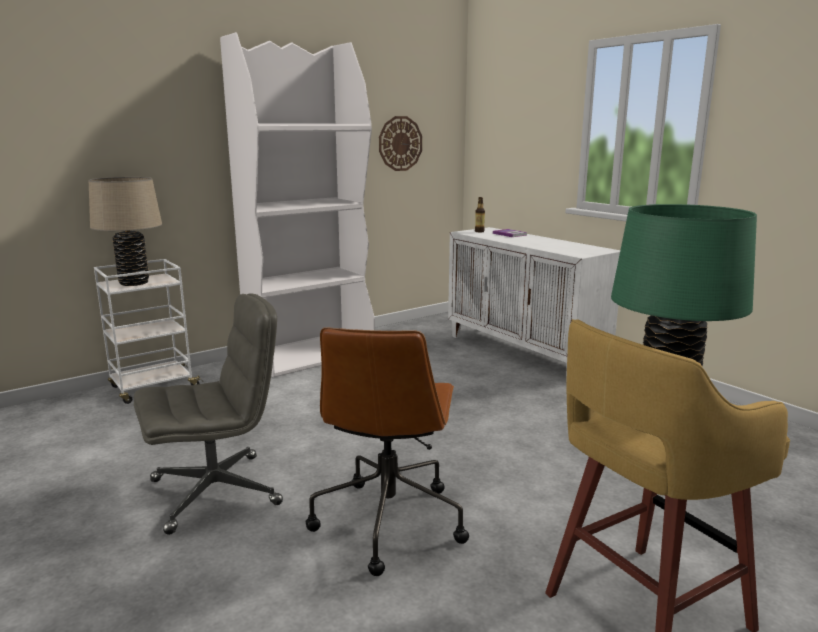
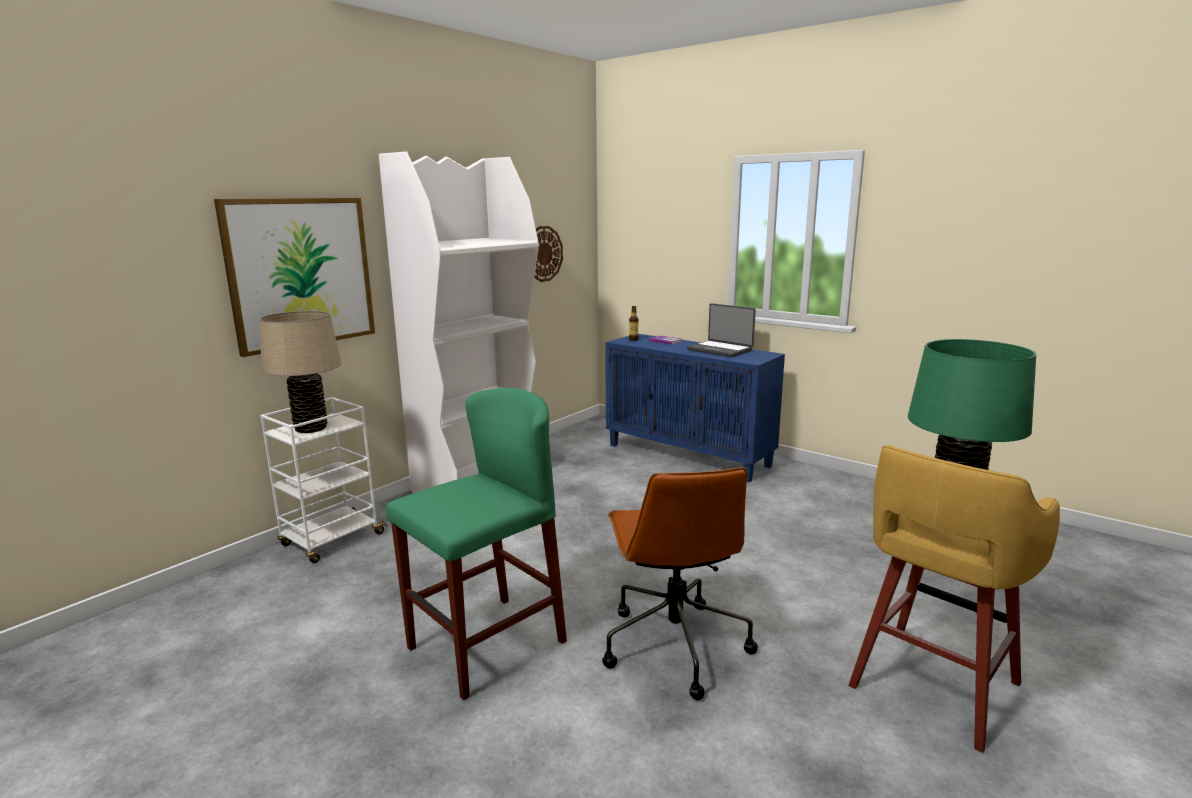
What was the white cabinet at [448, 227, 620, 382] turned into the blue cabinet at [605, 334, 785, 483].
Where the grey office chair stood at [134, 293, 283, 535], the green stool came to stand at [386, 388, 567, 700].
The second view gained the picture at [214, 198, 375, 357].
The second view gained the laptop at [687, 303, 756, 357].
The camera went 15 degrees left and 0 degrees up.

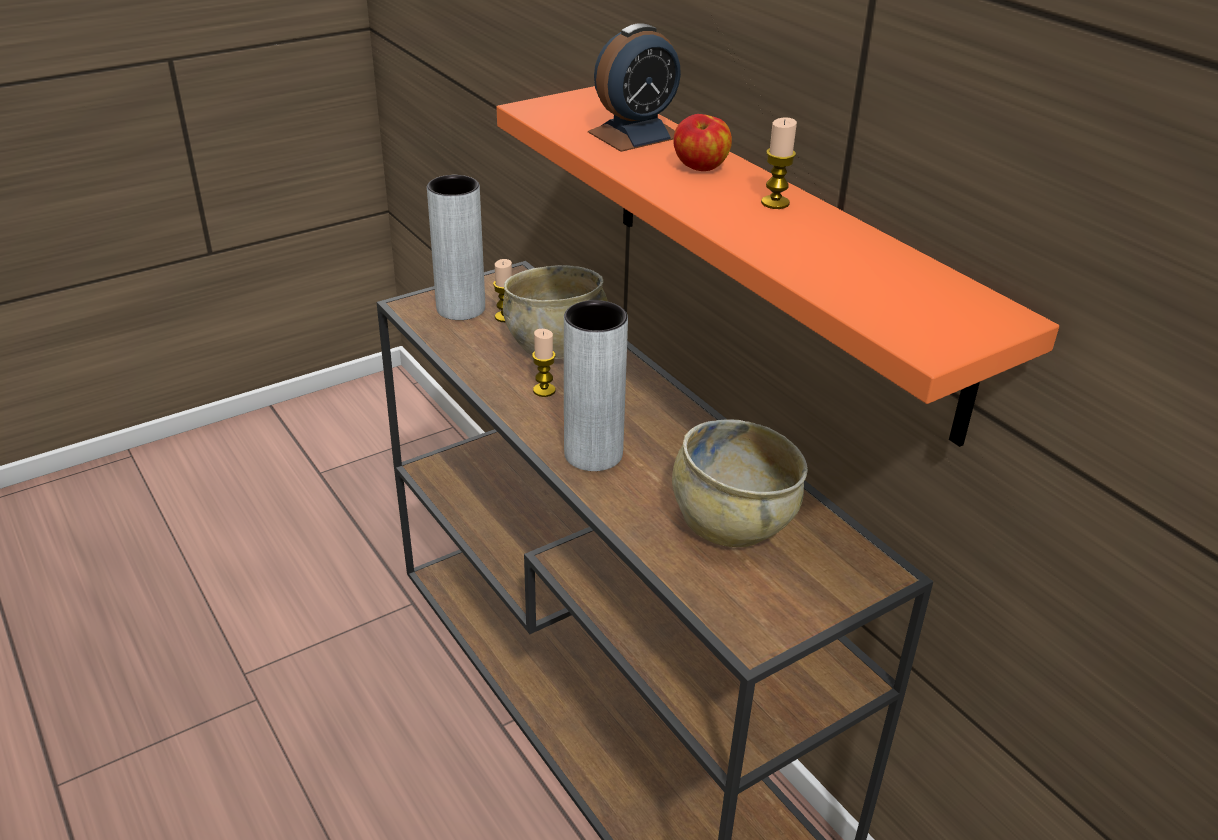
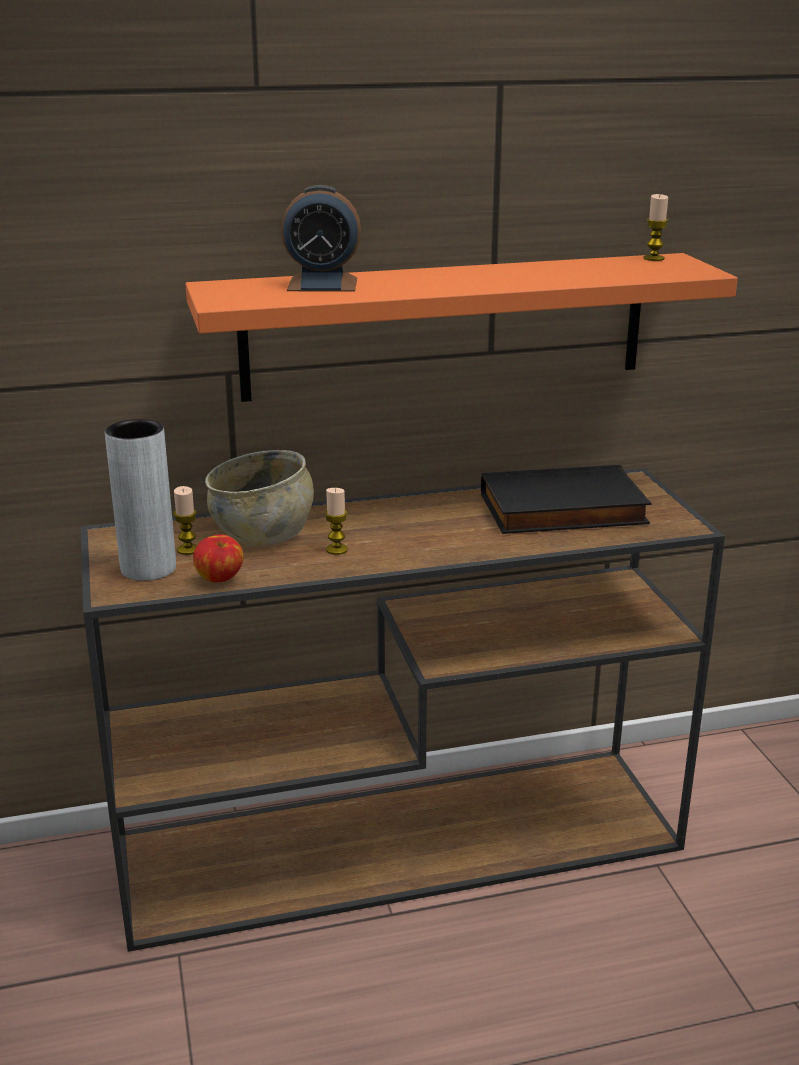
The alarm clock at [588, 23, 681, 152] ended up facing another way, 105 degrees clockwise from before.
The apple ended up elsewhere, having gone from [673, 114, 732, 171] to [193, 534, 244, 583].
The candle ended up elsewhere, having gone from [761, 117, 797, 209] to [644, 194, 668, 261].
The second view lost the grey vase at [564, 300, 628, 471].
Where the beige bowl stood at [672, 419, 808, 547], the black book came to stand at [481, 465, 652, 534].
The camera went 70 degrees left and 10 degrees down.

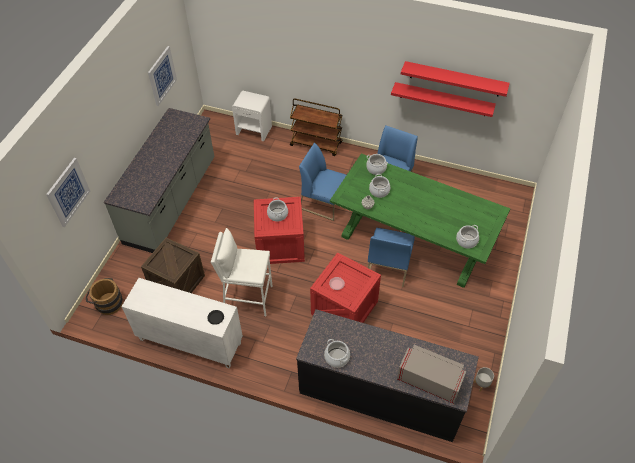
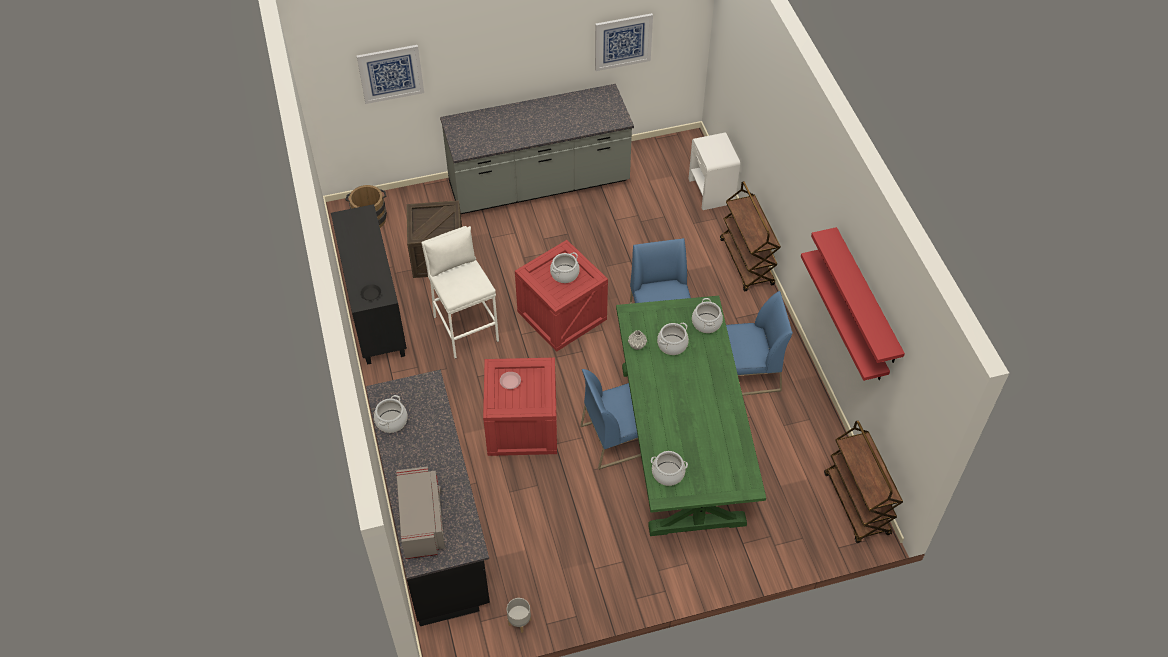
What was the white cabinet at [121, 278, 243, 368] turned into the black cabinet at [331, 204, 407, 365].
The second view gained the brown cart at [824, 421, 903, 543].
The camera went 55 degrees right and 0 degrees up.

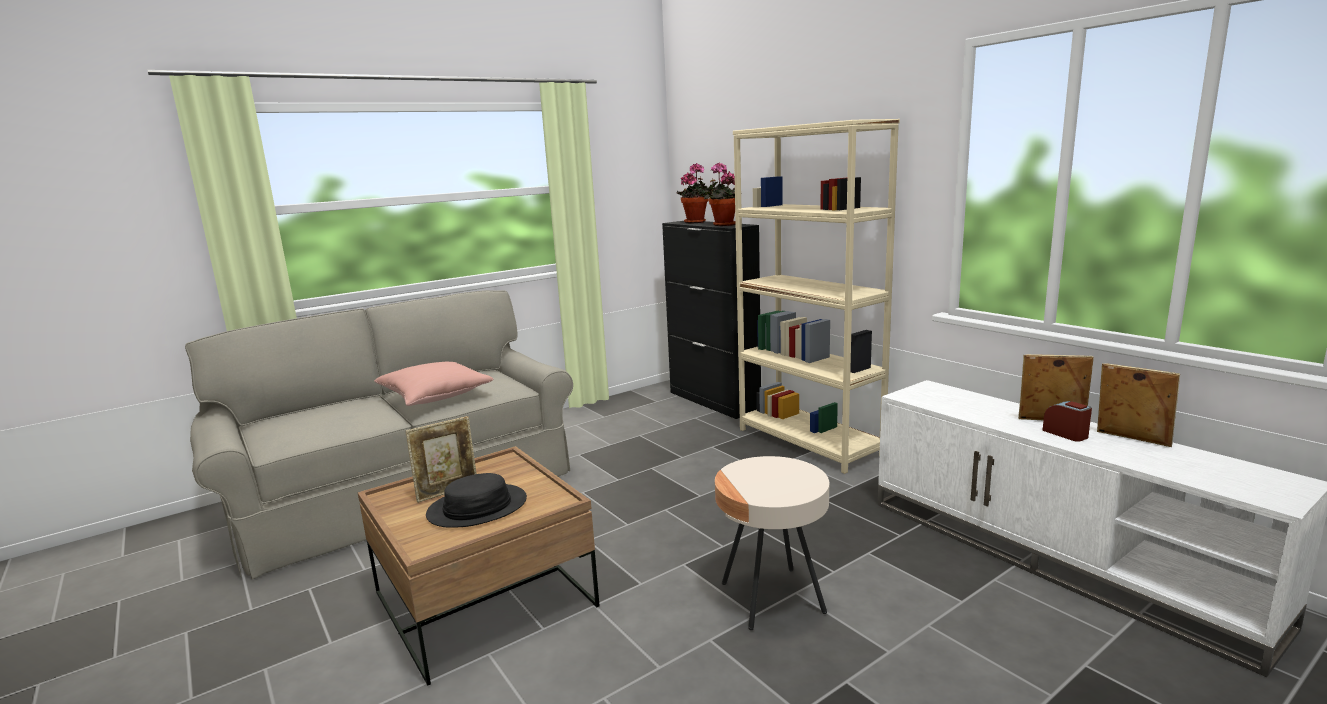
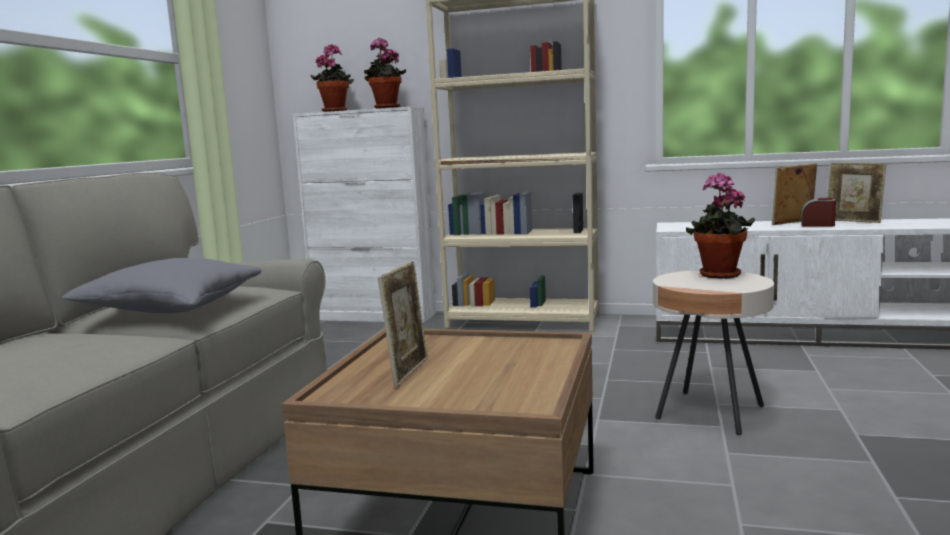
What was the black cabinet at [662, 221, 761, 419] turned into the white cabinet at [293, 107, 436, 323].
What was the pink pillow at [374, 362, 493, 406] turned into the grey pillow at [62, 258, 262, 313].
The picture frame at [1097, 363, 1180, 447] ended up facing another way, 150 degrees counterclockwise from before.
The second view lost the black hat at [426, 473, 527, 528].
The second view gained the potted plant at [686, 173, 755, 279].
The camera went 40 degrees left and 5 degrees down.

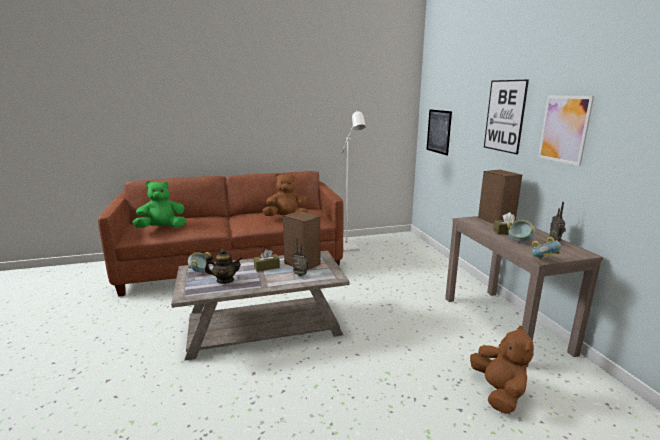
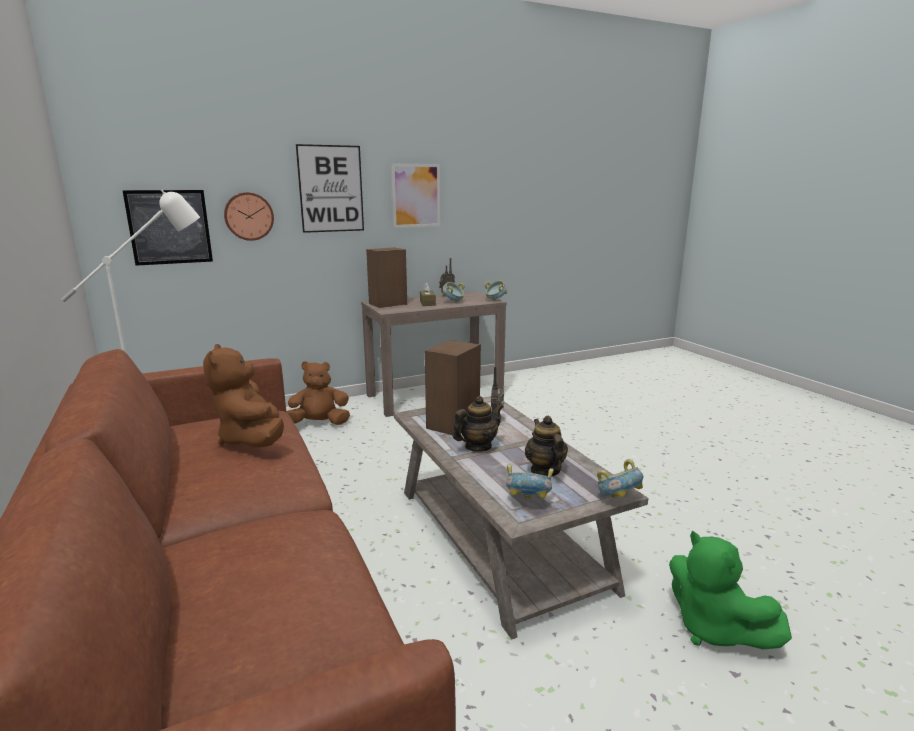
The green plush toy ended up elsewhere, having gone from [132, 181, 186, 228] to [669, 531, 792, 649].
Where the brown tissue box stood at [254, 249, 280, 272], the teapot came to stand at [452, 396, 503, 452].
The brown plush toy ended up elsewhere, having gone from [470, 325, 534, 414] to [286, 361, 350, 425].
The second view gained the wall clock at [224, 192, 274, 241].
The second view gained the bowl at [597, 459, 643, 498].
The camera went 100 degrees left and 0 degrees up.

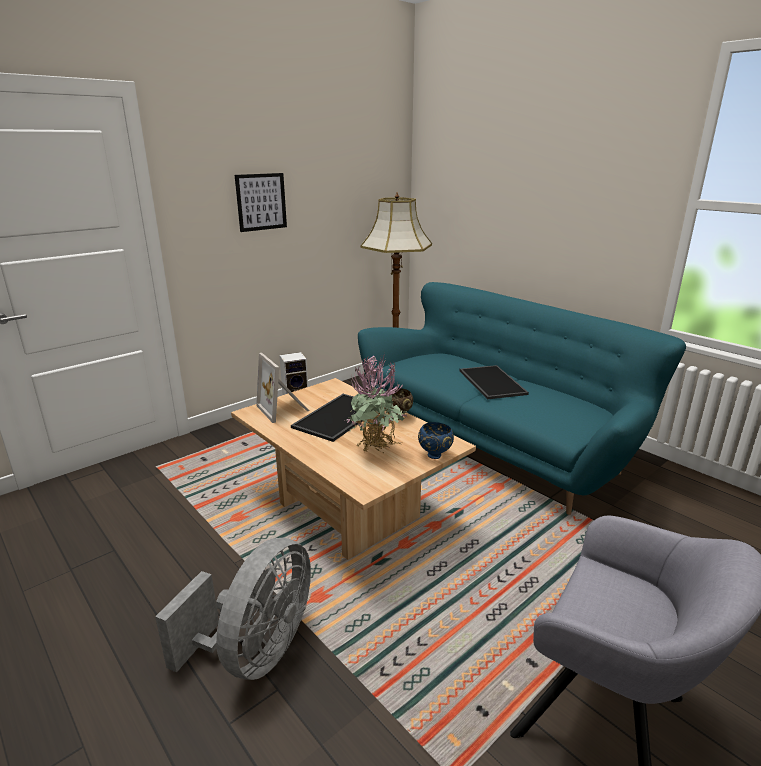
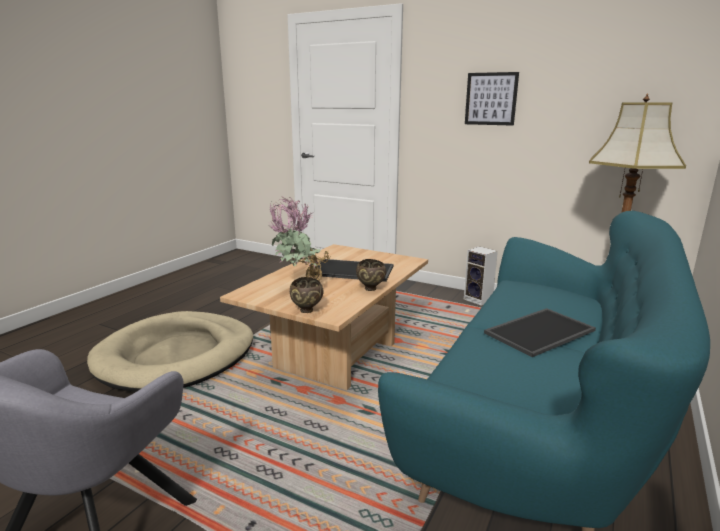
The second view lost the picture frame at [256, 353, 309, 423].
What was the blue bowl at [418, 422, 454, 459] turned into the brown bowl at [290, 277, 324, 313].
Where the grey fan stood at [155, 538, 311, 680], the beige dog bed came to stand at [87, 311, 253, 391].
The camera went 70 degrees right and 5 degrees down.

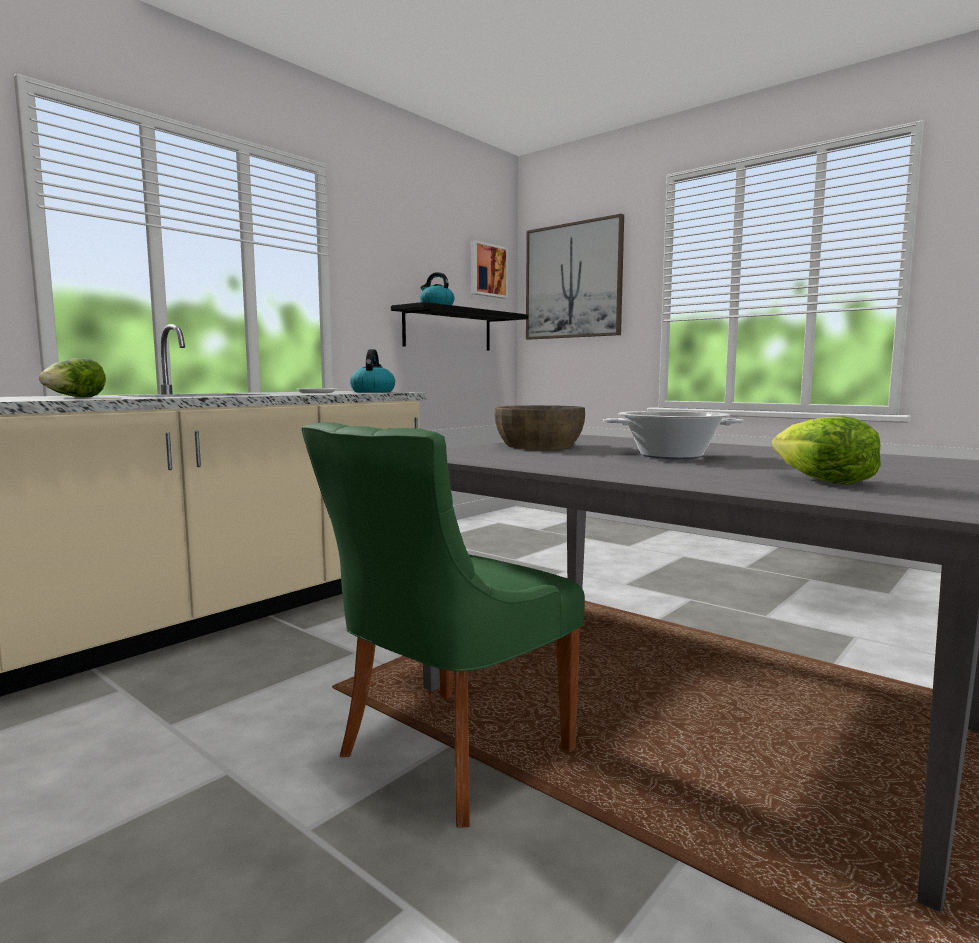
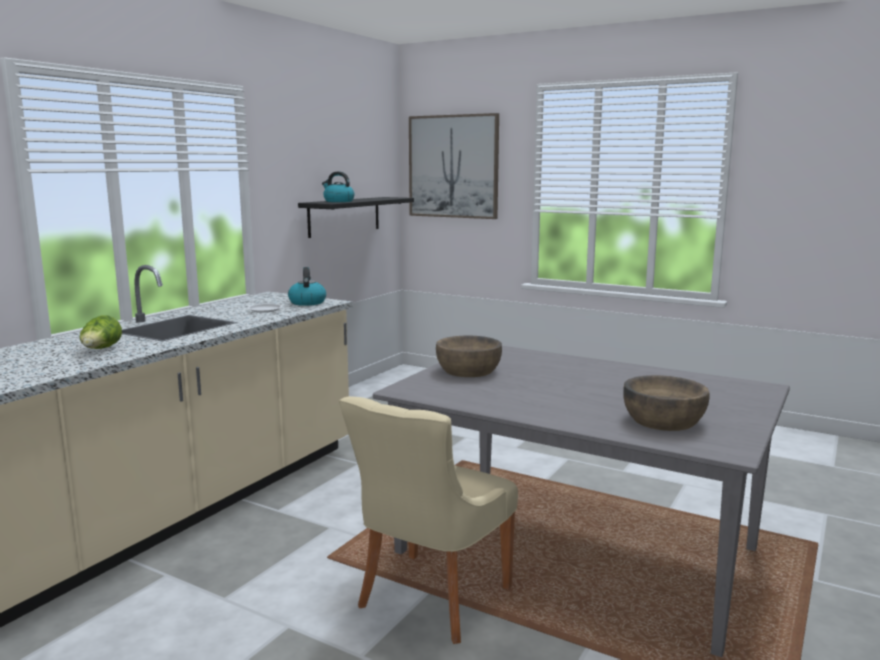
The second view lost the picture at [471, 240, 508, 299].
The second view lost the cooking pot at [603, 411, 744, 459].
Where the lettuce stood at [772, 416, 881, 484], the brown bowl came to stand at [623, 375, 710, 431].
What was the green chair at [302, 422, 585, 828] turned into the beige chair at [339, 396, 518, 644].
The camera went 10 degrees left and 5 degrees up.

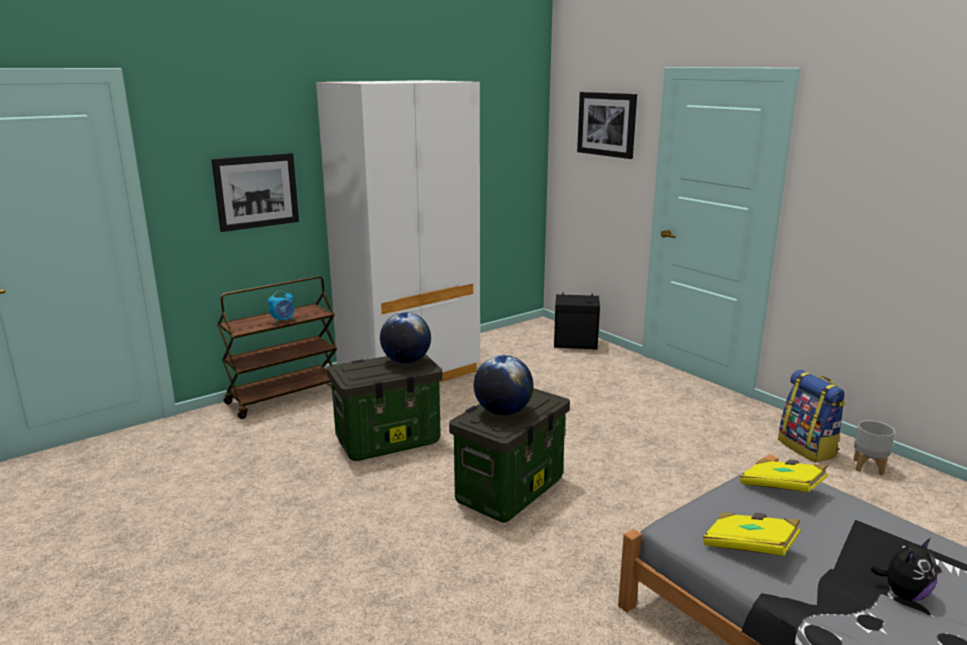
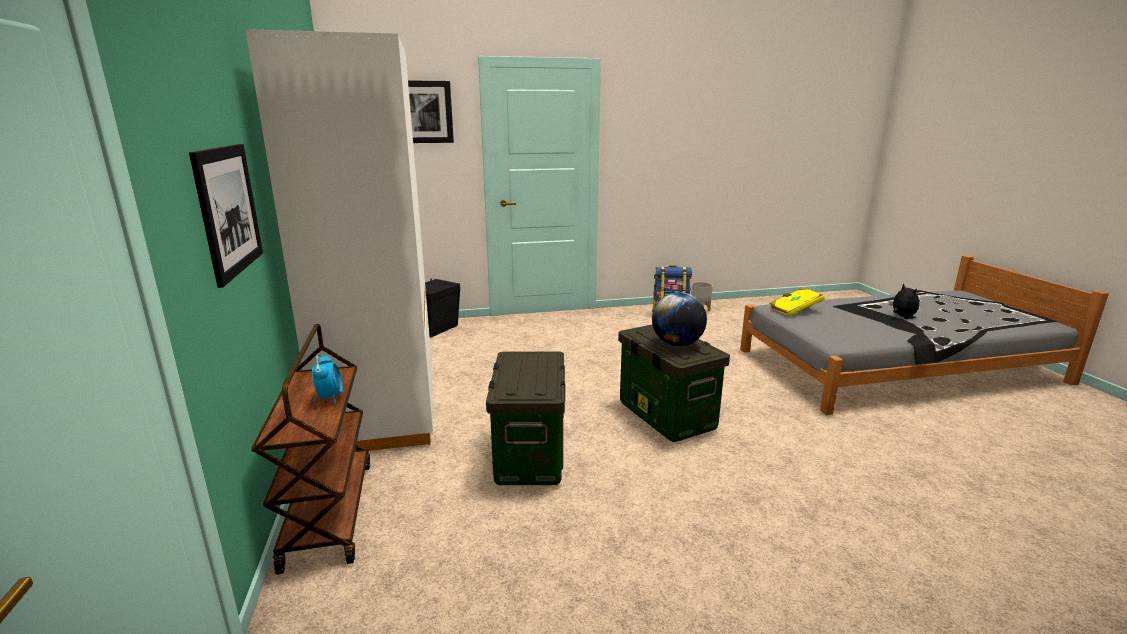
The second view lost the globe at [380, 312, 431, 363].
The second view lost the yellow book at [703, 512, 801, 556].
The camera went 65 degrees left and 0 degrees up.

